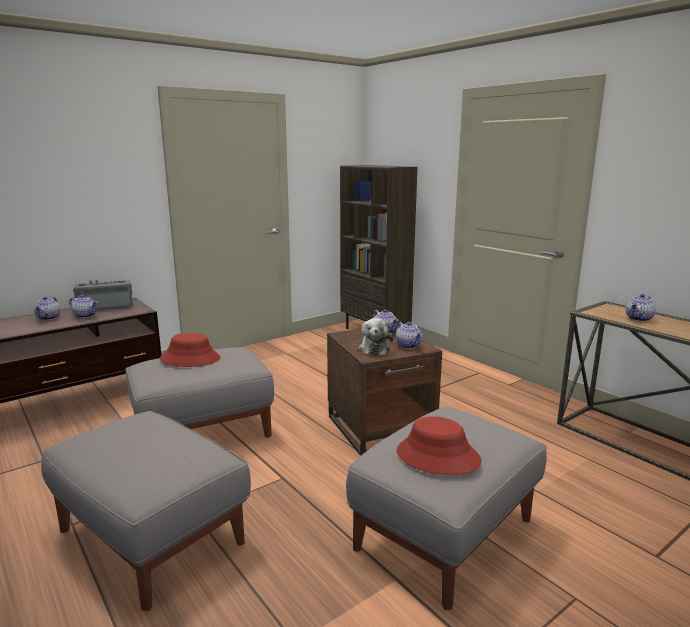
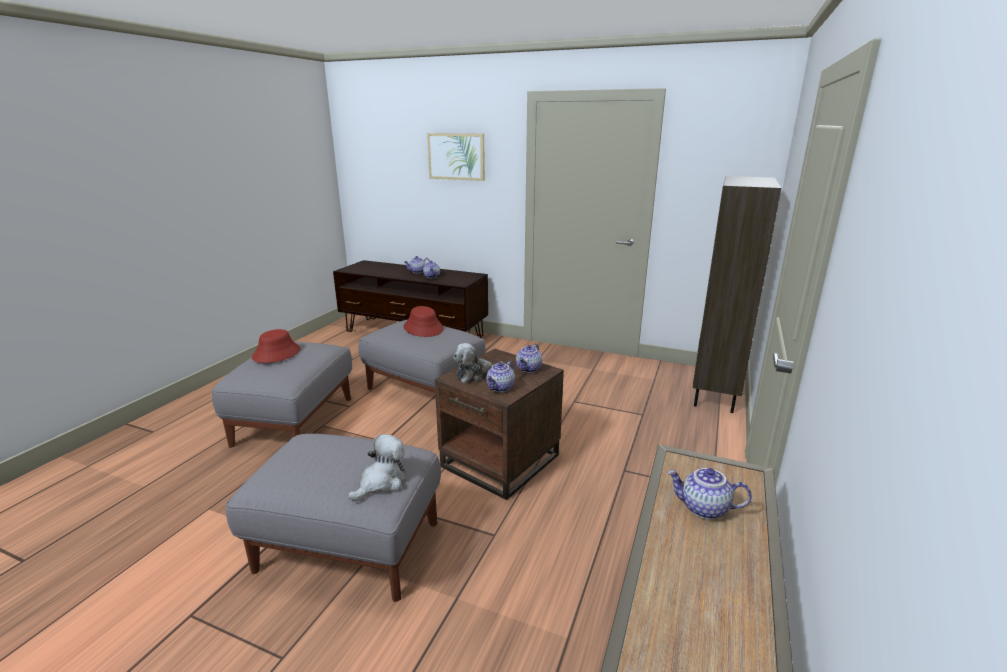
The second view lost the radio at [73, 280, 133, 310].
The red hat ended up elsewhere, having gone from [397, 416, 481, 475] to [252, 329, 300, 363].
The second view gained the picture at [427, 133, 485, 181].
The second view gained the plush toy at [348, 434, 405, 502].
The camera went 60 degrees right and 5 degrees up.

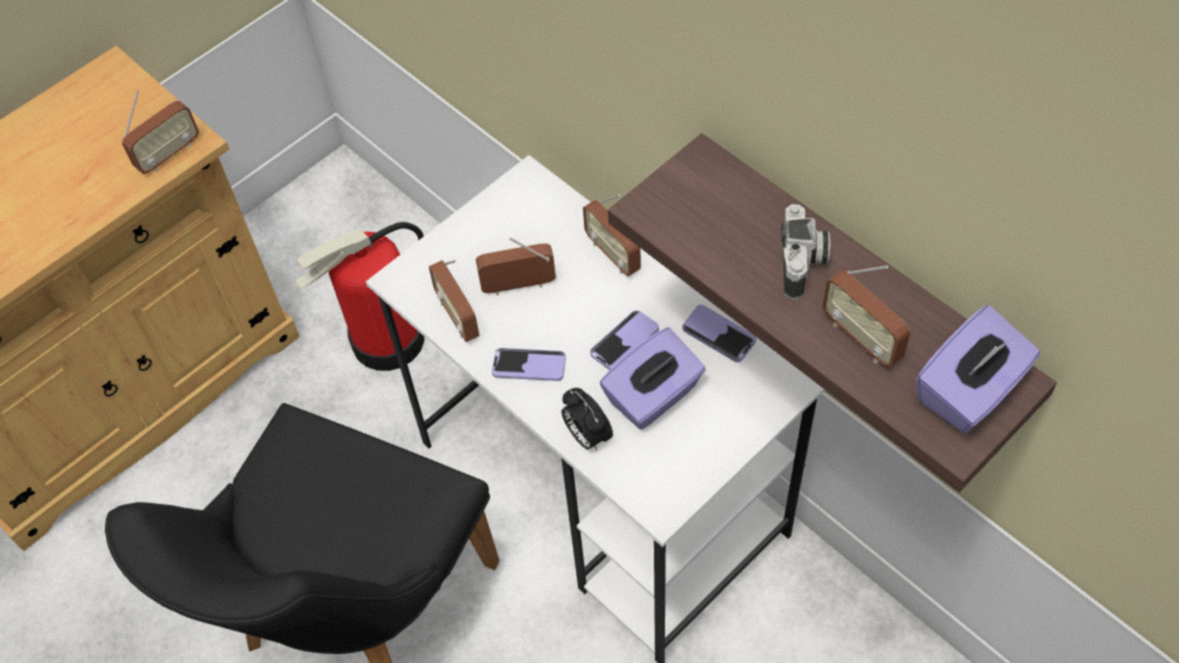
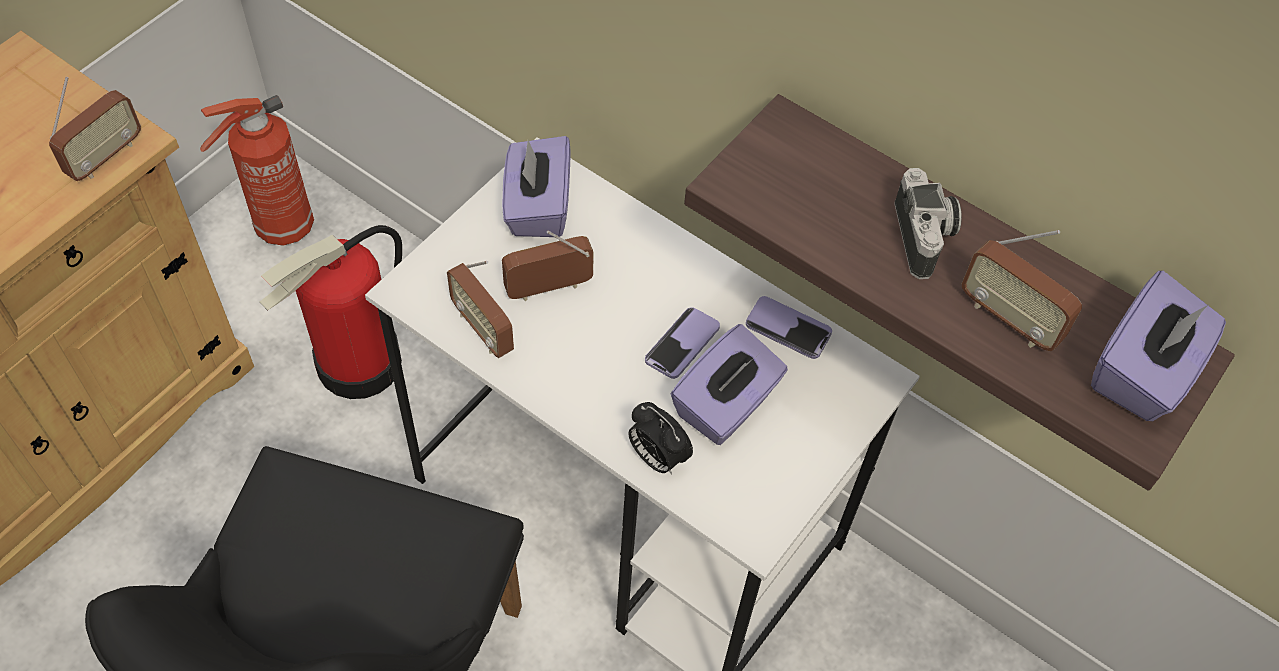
The second view lost the radio at [583, 194, 641, 276].
The second view lost the phone at [492, 348, 566, 381].
The second view gained the fire extinguisher at [200, 95, 314, 246].
The second view gained the purple tissue box at [502, 136, 571, 237].
The camera went 15 degrees left and 0 degrees up.

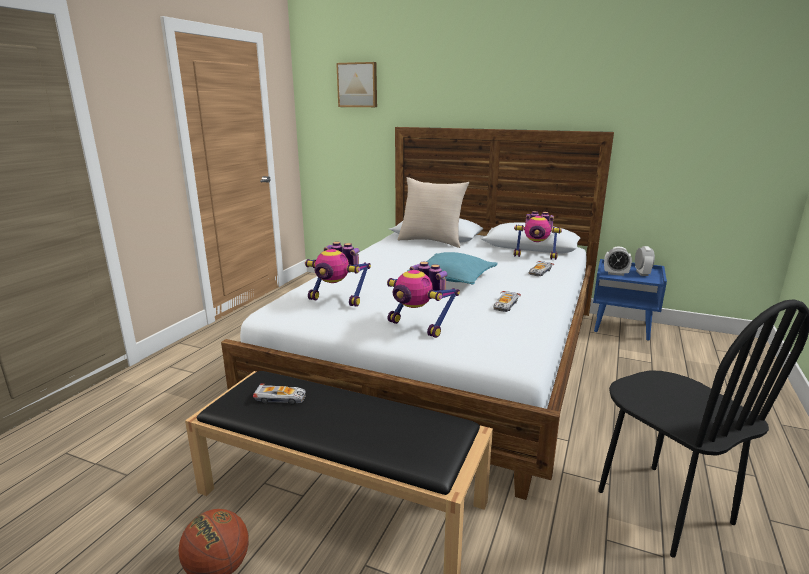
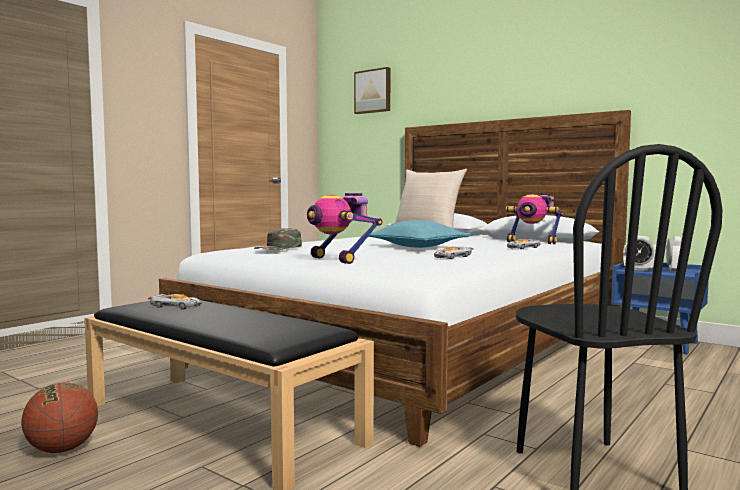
Where the toy robot stood at [305, 242, 371, 307], the green cap came to stand at [254, 228, 302, 251].
The camera went 15 degrees right and 15 degrees down.

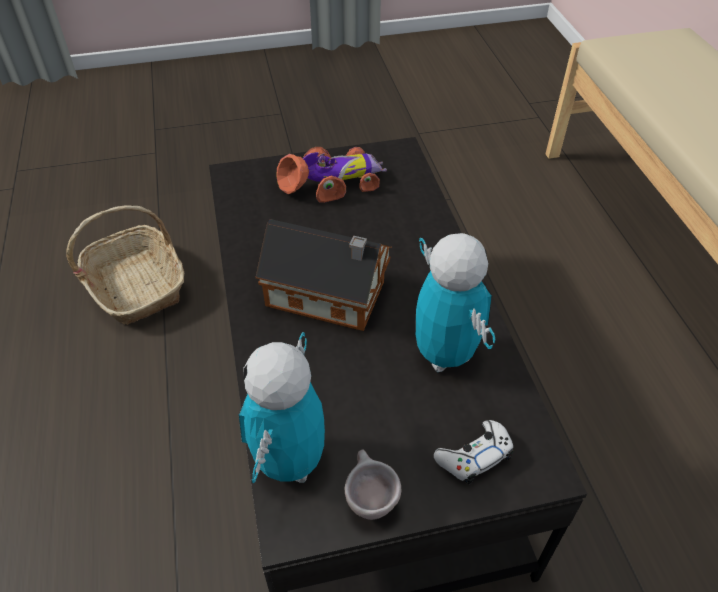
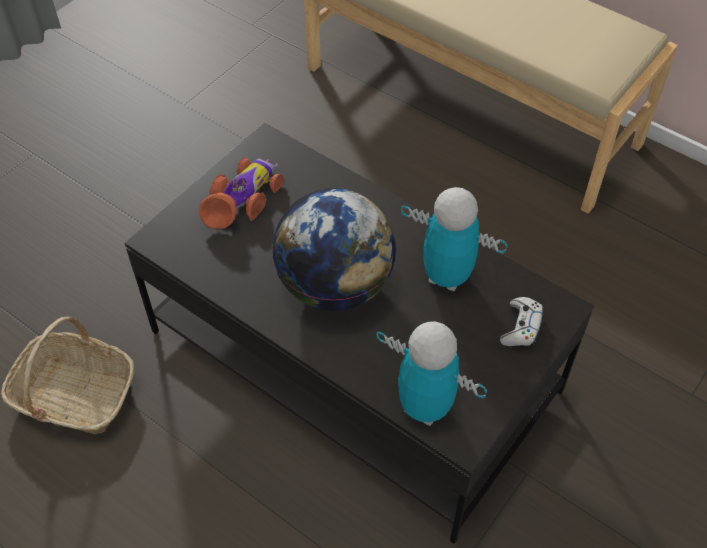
Where the toy house stood at [256, 219, 392, 331], the globe came to stand at [272, 188, 396, 311].
The toy robot at [239, 332, 325, 483] ended up facing another way, 150 degrees clockwise from before.
The second view lost the beige cup at [345, 449, 401, 520].
The camera went 40 degrees left and 5 degrees up.

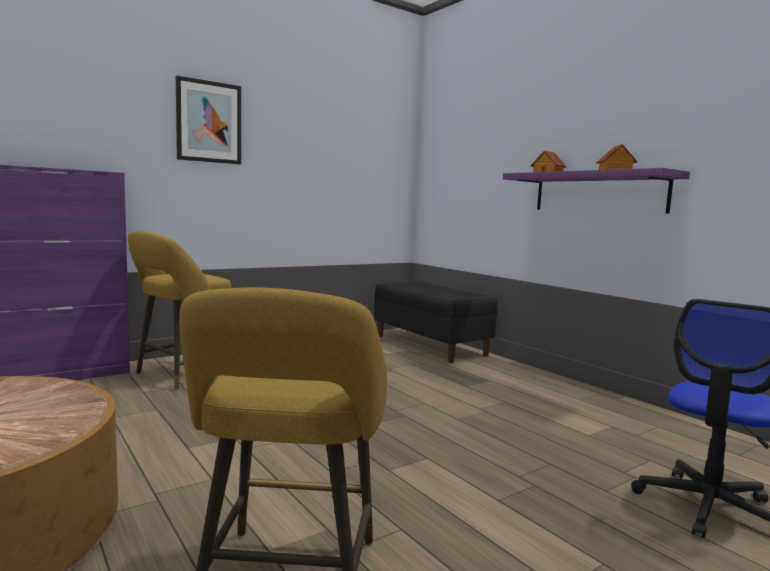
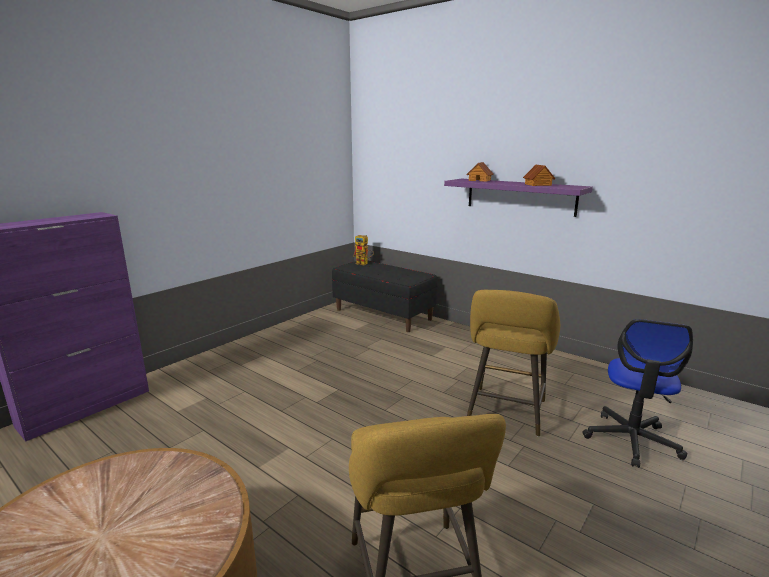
The second view lost the picture at [176, 75, 241, 164].
The yellow stool ended up elsewhere, having gone from [128, 231, 231, 390] to [467, 290, 560, 437].
The second view gained the toy robot at [353, 235, 374, 265].
The camera went 15 degrees left and 10 degrees up.

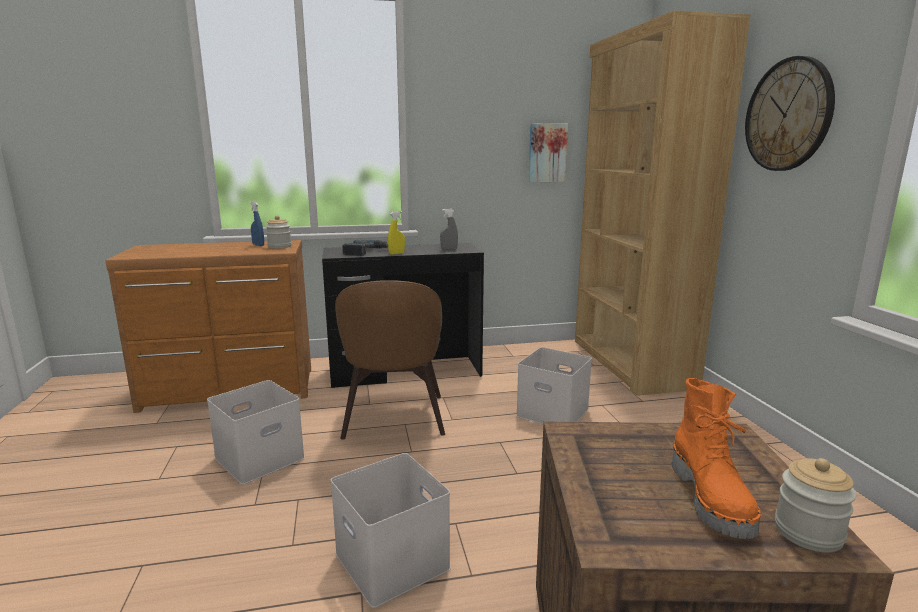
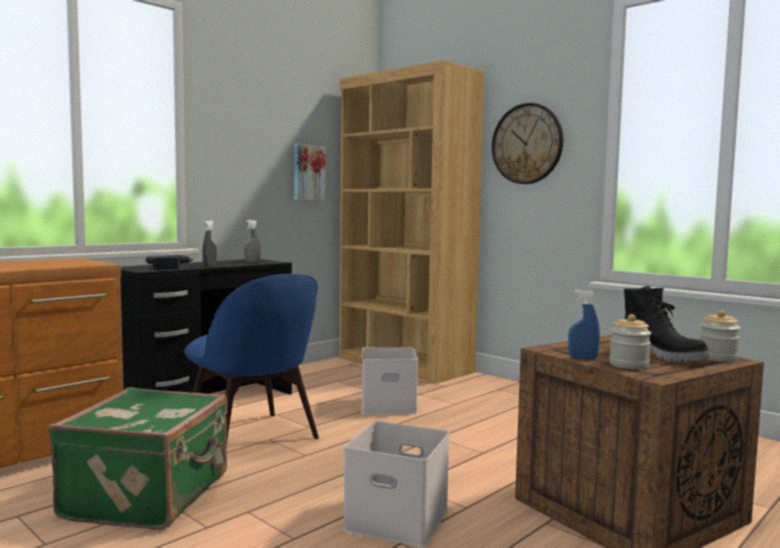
The blue spray bottle ended up elsewhere, having gone from [250, 202, 264, 246] to [568, 290, 600, 359].
What was the yellow spray bottle at [388, 211, 405, 255] turned into the grey spray bottle at [202, 221, 217, 267].
The jar ended up elsewhere, having gone from [266, 215, 292, 249] to [609, 314, 651, 369].
What was the brown chair at [335, 280, 445, 440] turned into the blue chair at [184, 274, 319, 440].
What was the orange boot at [672, 378, 761, 539] turned into the black boot at [624, 286, 710, 362].
Where the white storage box stood at [207, 380, 305, 485], the green suitcase came to stand at [48, 387, 228, 530].
The camera went 35 degrees left and 10 degrees down.

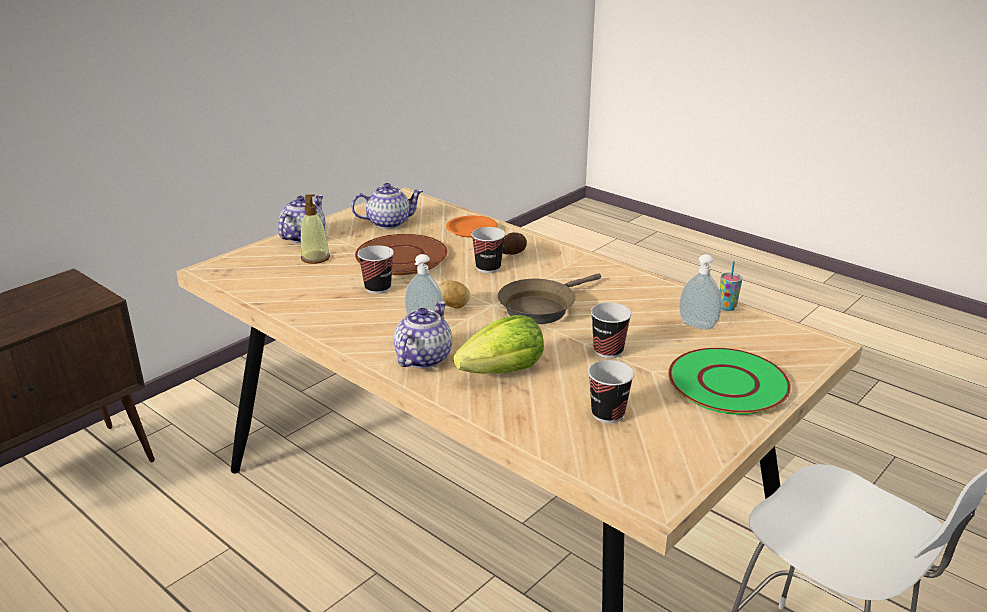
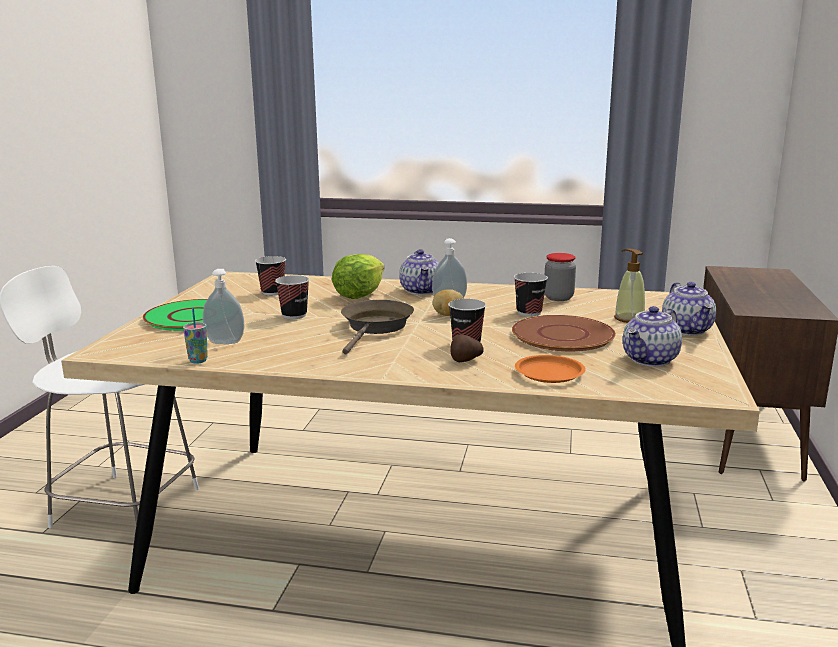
The second view gained the jar at [545, 253, 576, 301].
The camera went 150 degrees right and 10 degrees down.

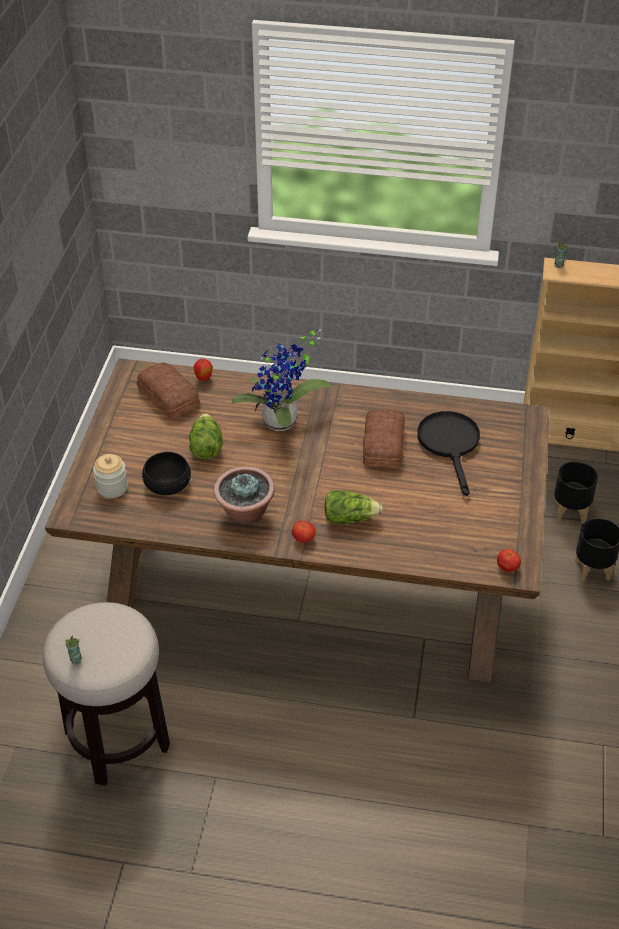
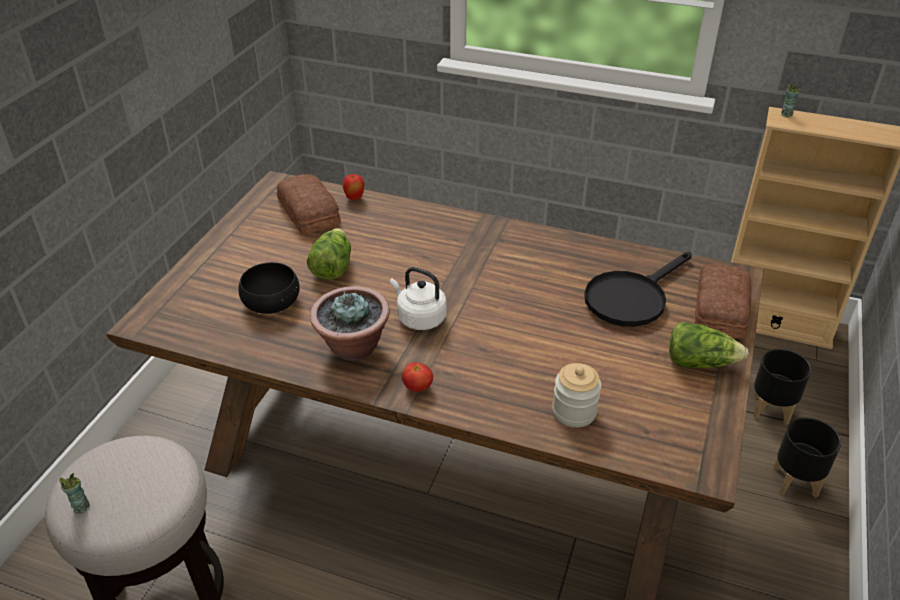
The second view lost the potted plant at [232, 329, 331, 431].
The bread ended up elsewhere, having gone from [363, 409, 405, 468] to [695, 264, 751, 339].
The black frying pan at [417, 411, 480, 496] ended up facing another way, 135 degrees counterclockwise from before.
The jar ended up elsewhere, having gone from [93, 454, 128, 498] to [552, 363, 601, 427].
The lettuce ended up elsewhere, having gone from [324, 490, 383, 524] to [669, 322, 749, 368].
The second view lost the tomato at [497, 549, 521, 572].
The second view gained the white kettle at [390, 267, 447, 330].
The camera went 10 degrees right and 5 degrees down.

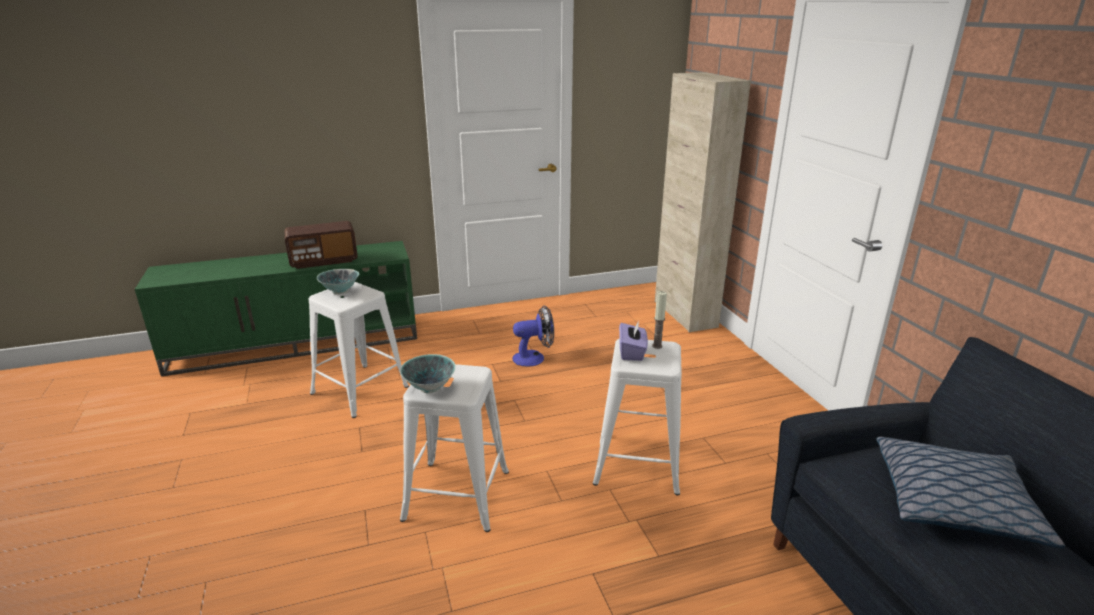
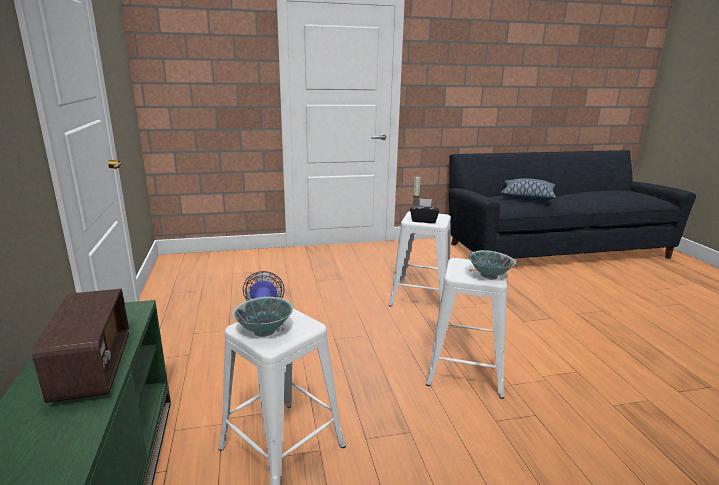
The second view lost the beige cabinet at [655, 72, 751, 332].
What was the purple tissue box at [619, 322, 648, 361] turned into the black tissue box at [410, 198, 439, 223].
The camera went 85 degrees left and 5 degrees down.

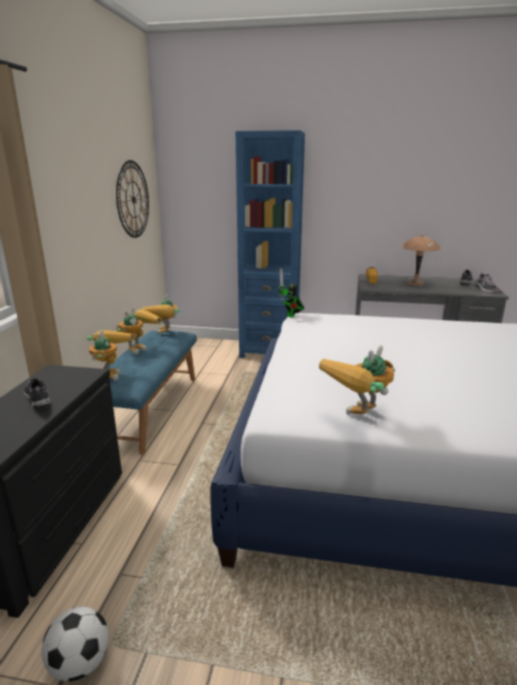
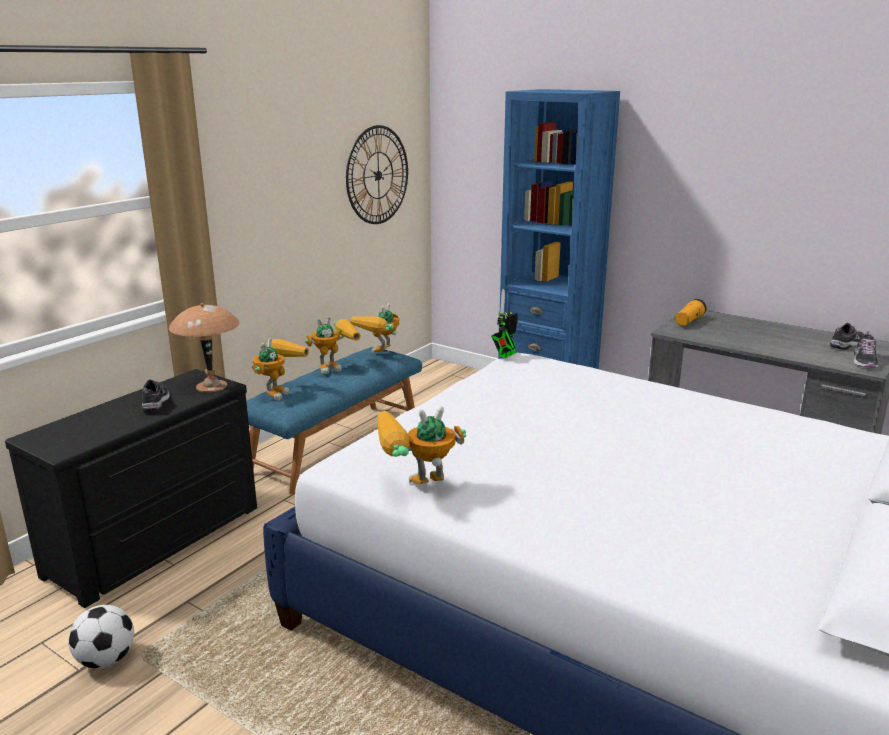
The brown table lamp ended up elsewhere, having gone from [401, 235, 440, 286] to [169, 303, 240, 393].
The camera went 25 degrees right and 0 degrees up.

